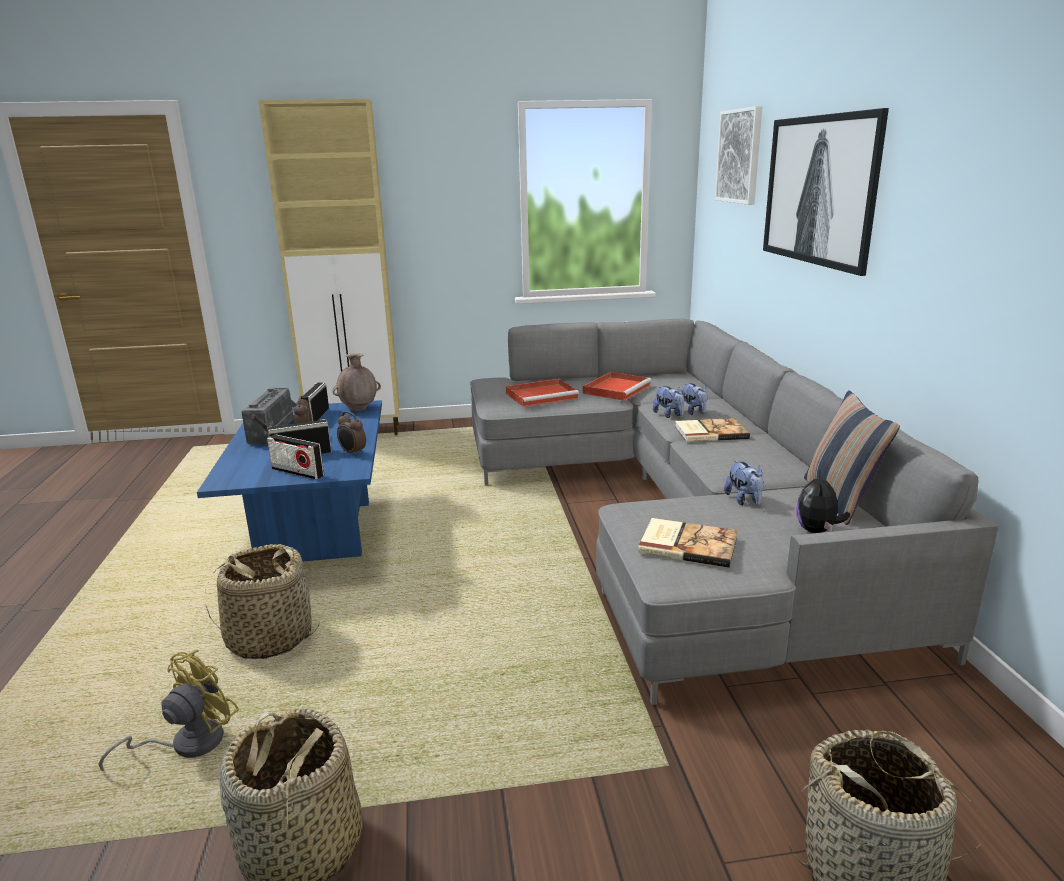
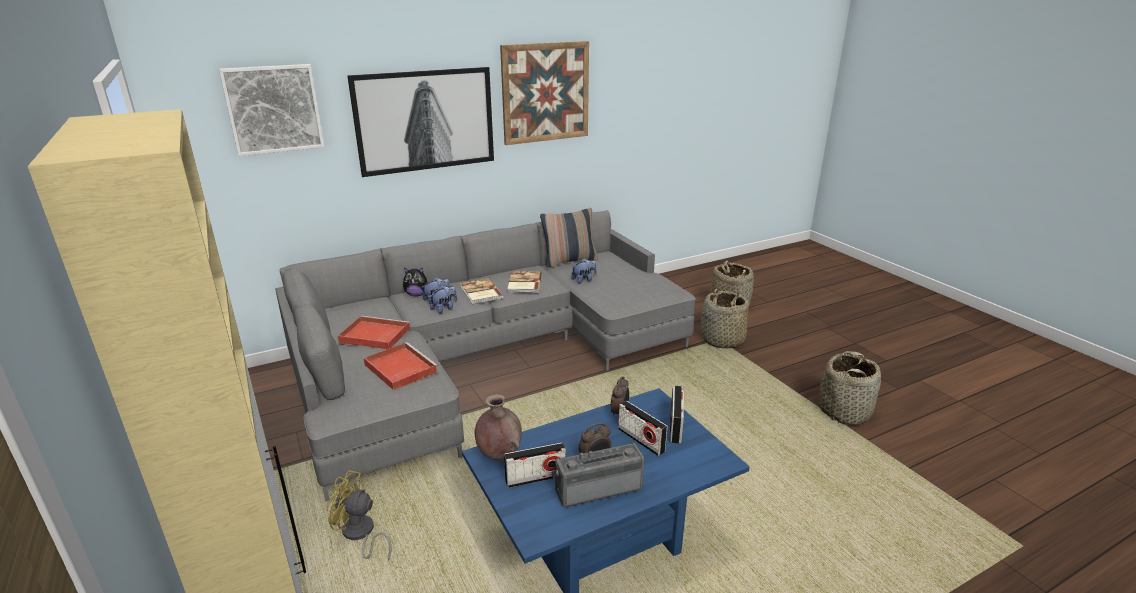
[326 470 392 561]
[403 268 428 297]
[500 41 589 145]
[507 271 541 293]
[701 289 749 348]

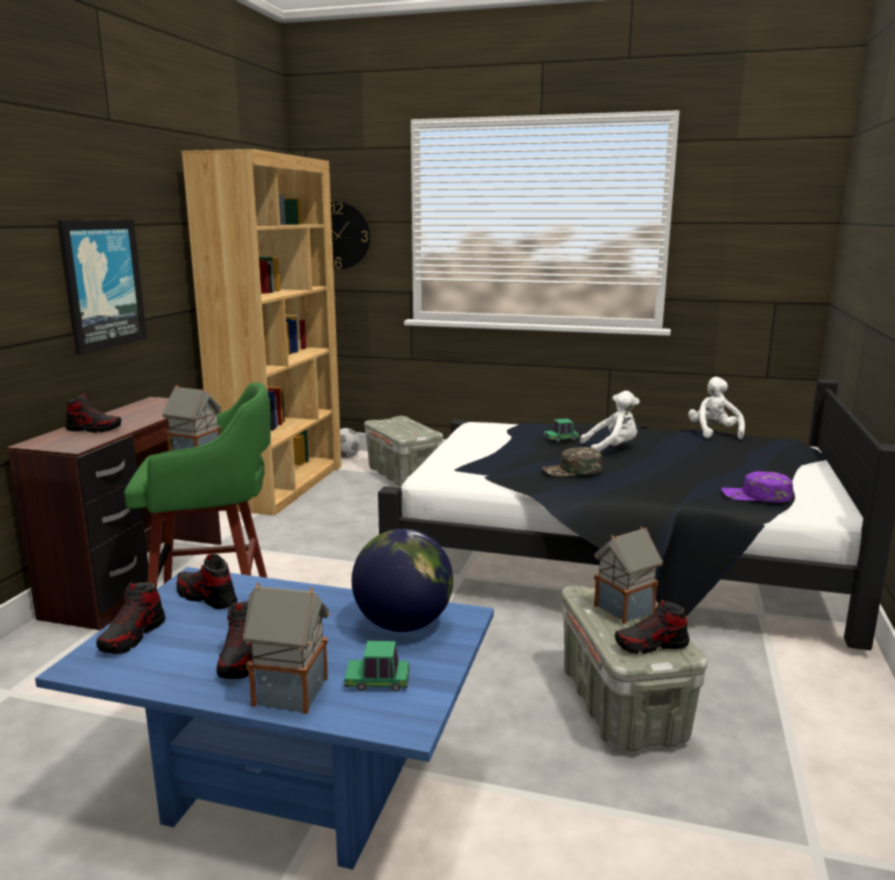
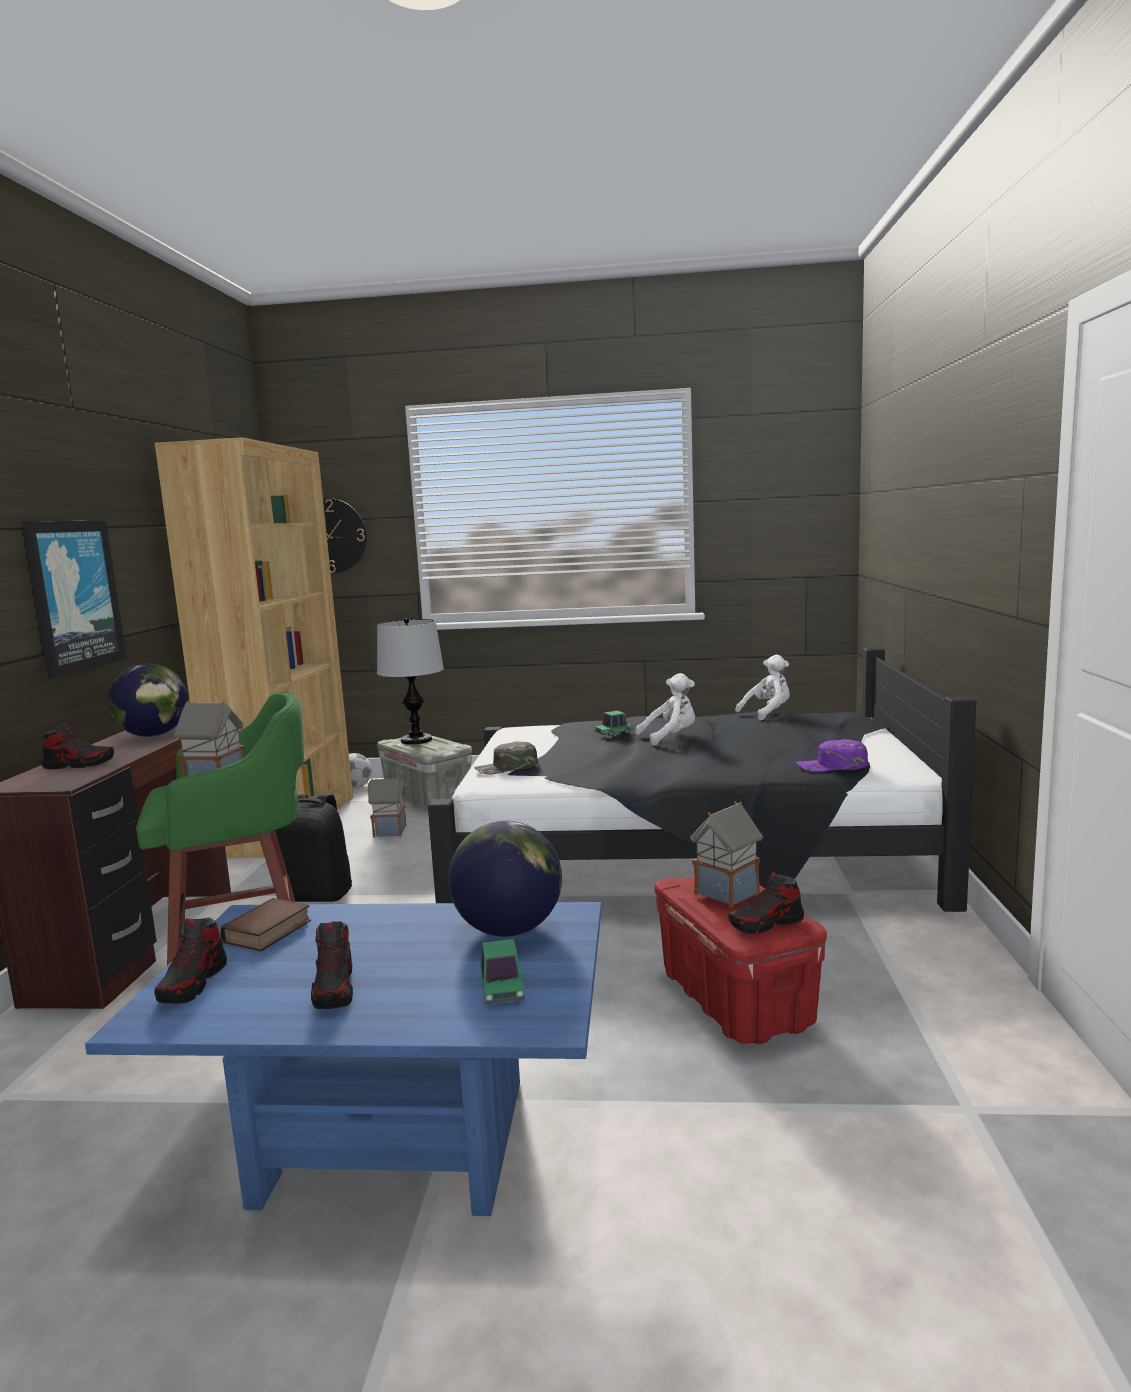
[107 664 188 737]
[220 898 311 952]
[275 794 352 902]
[368 777 406 837]
[377 618 444 744]
[474 741 538 775]
[479 939 526 1005]
[655 877 827 1044]
[735 655 790 720]

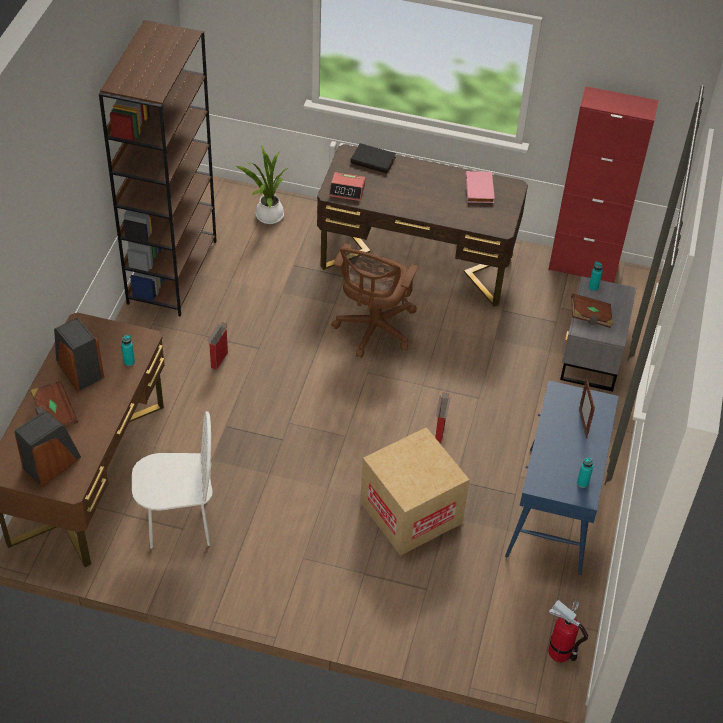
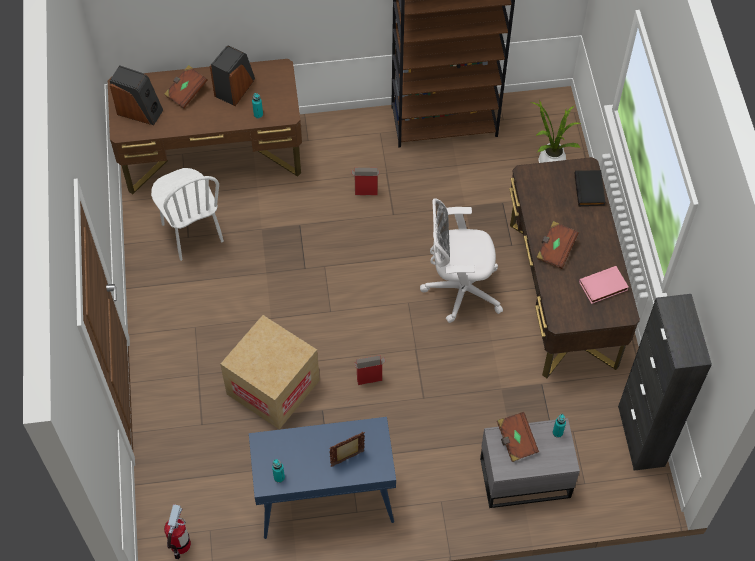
[420 198 503 323]
[536 221 579 269]
[618 294 712 471]
[329 172 365 201] (first image)

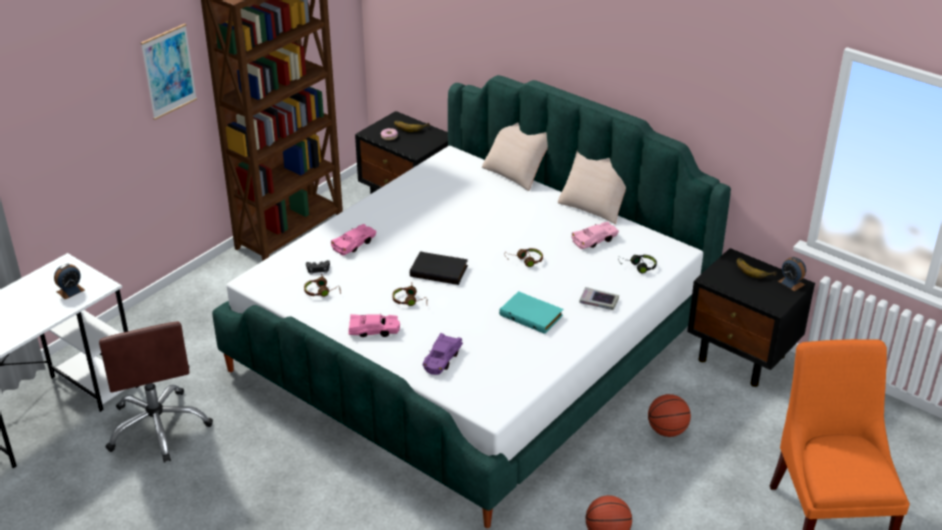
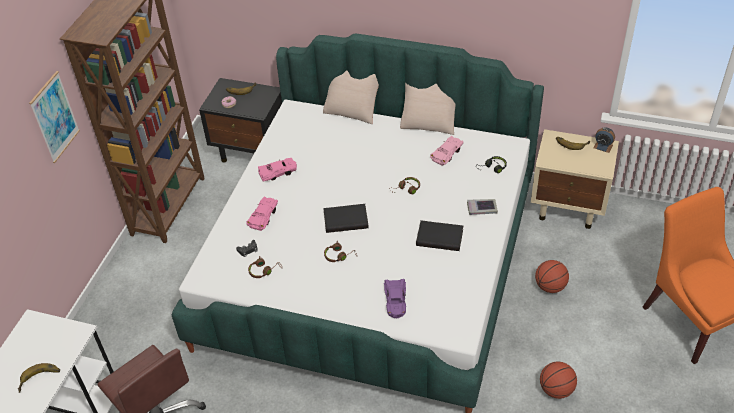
[18 363 60 393]
[258 158 297 181]
[416 220 463 251]
[531 129 619 229]
[54 264 85 299] (first image)

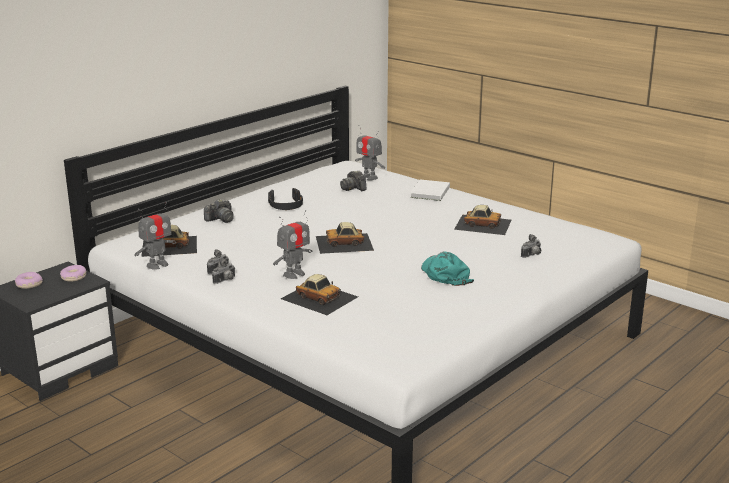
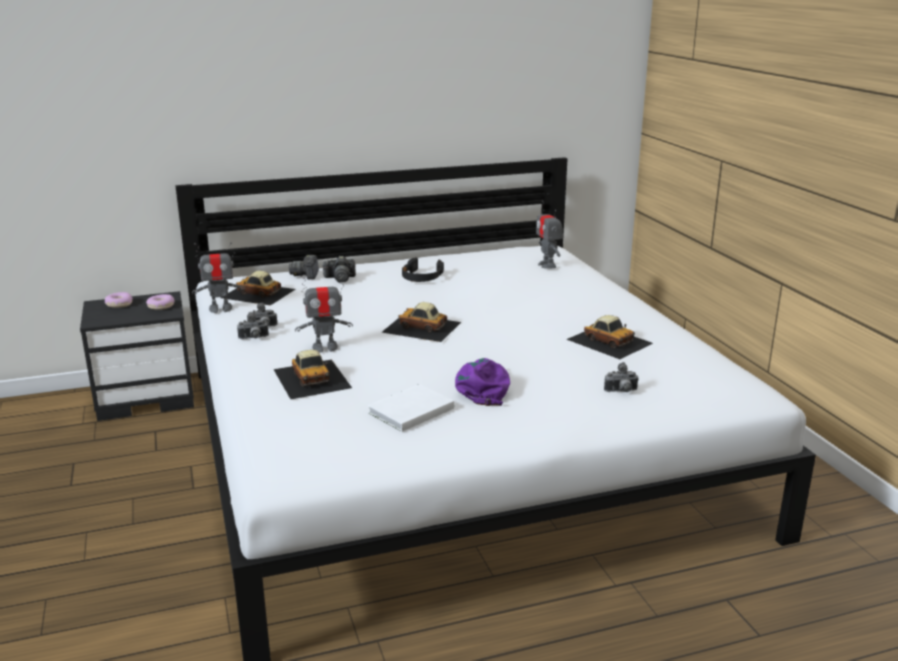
[289 255 319 280]
[368 384 454 432]
[455 358 510 406]

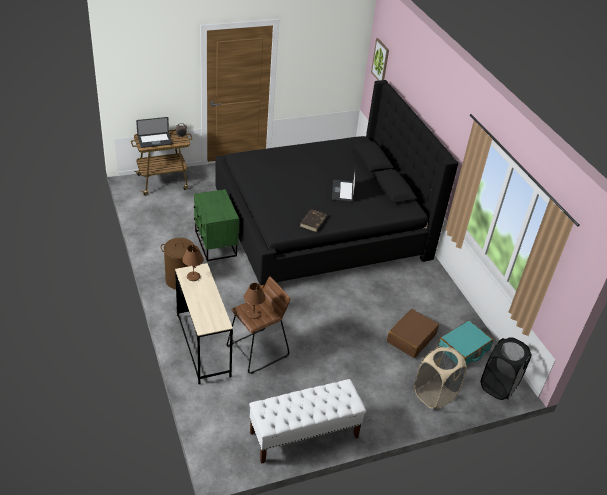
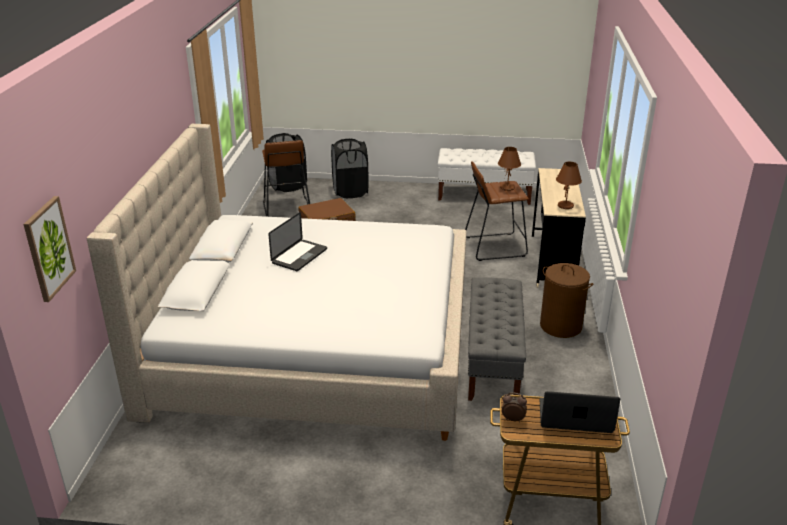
[87 124 467 441]
[262 140 310 217]
[331 138 369 198]
[468 277 526 401]
[300 209 327 232] (first image)

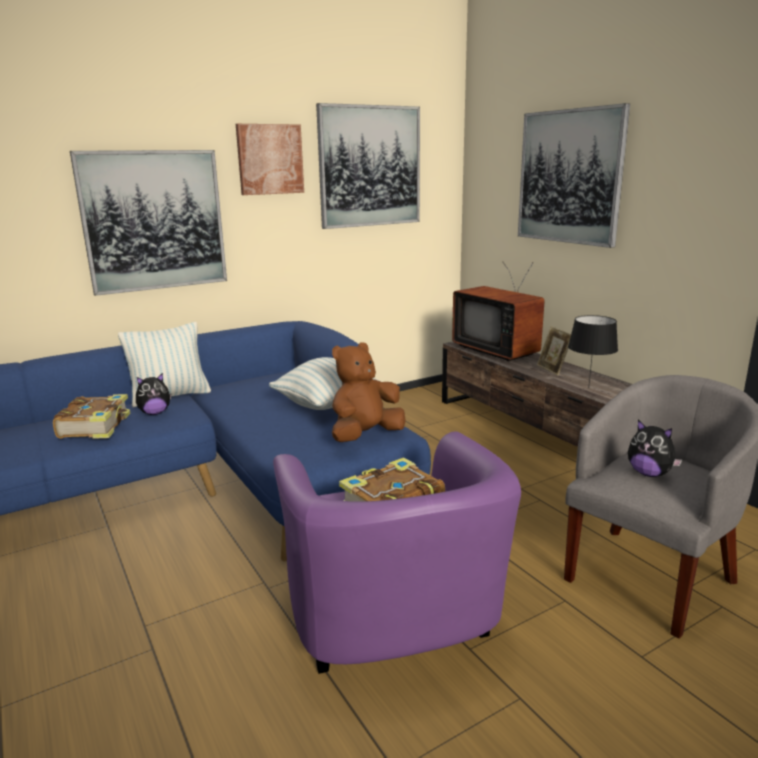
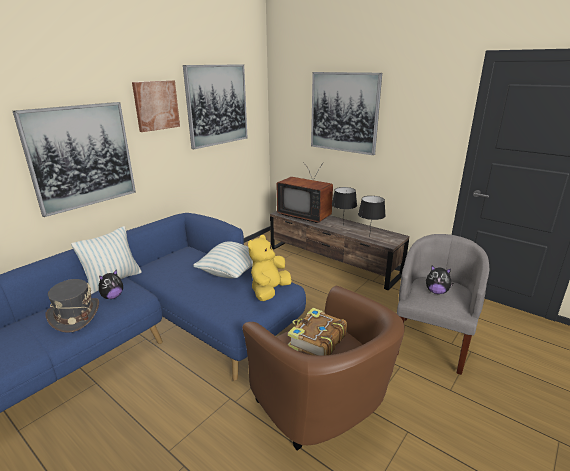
[46 279 99 333]
[242 286 405 450]
[248 235 292 301]
[332 187 357 222]

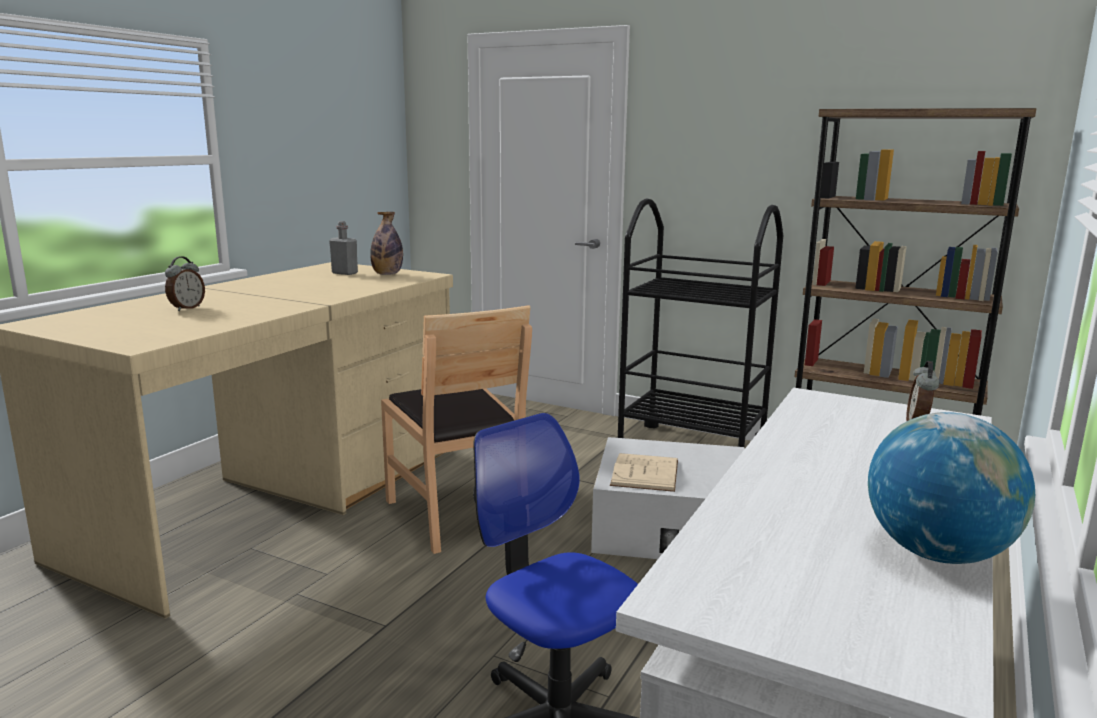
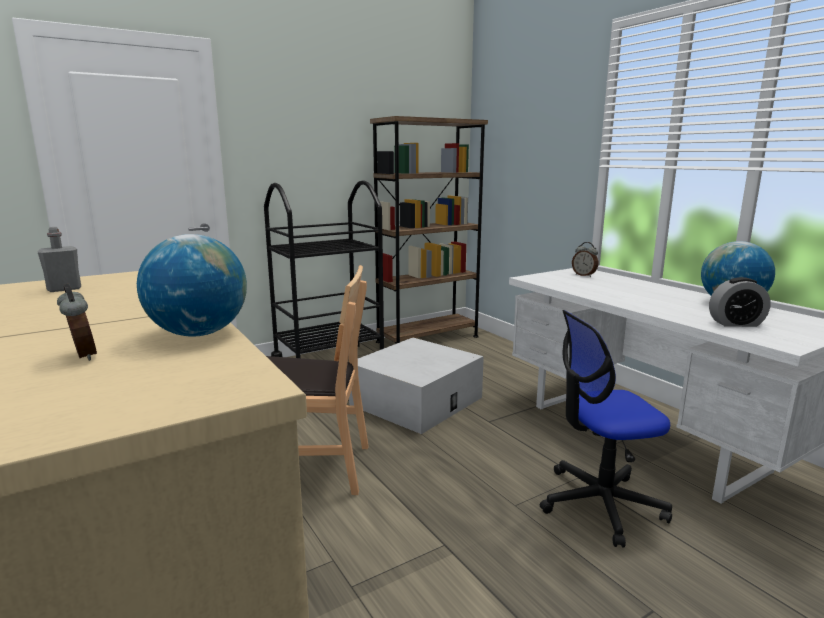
[137 234 247 336]
[709 277 771 327]
[370 212 403 275] (first image)
[610 453 678 492] (first image)

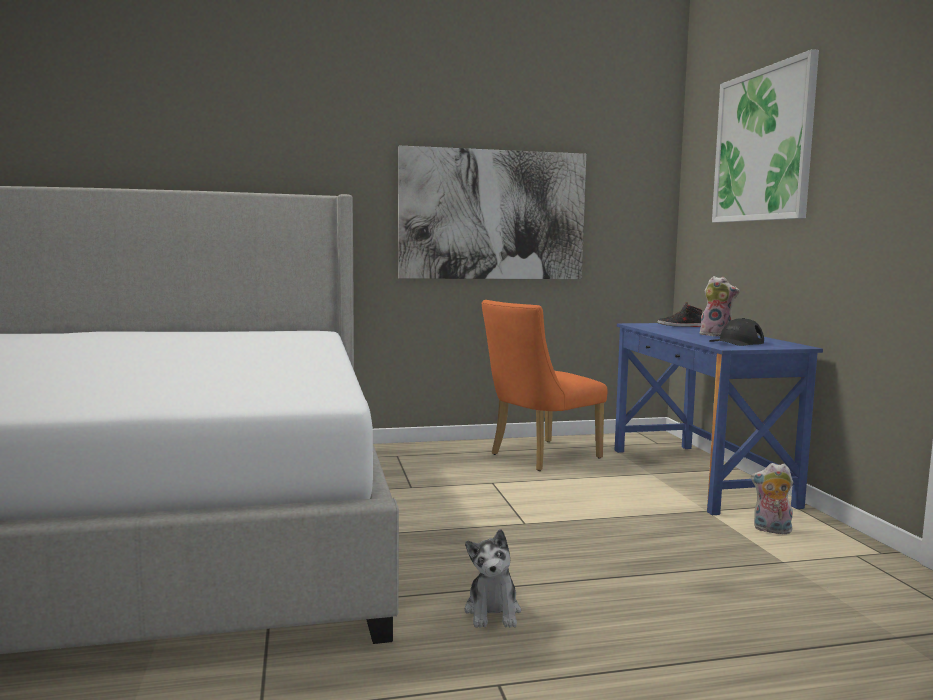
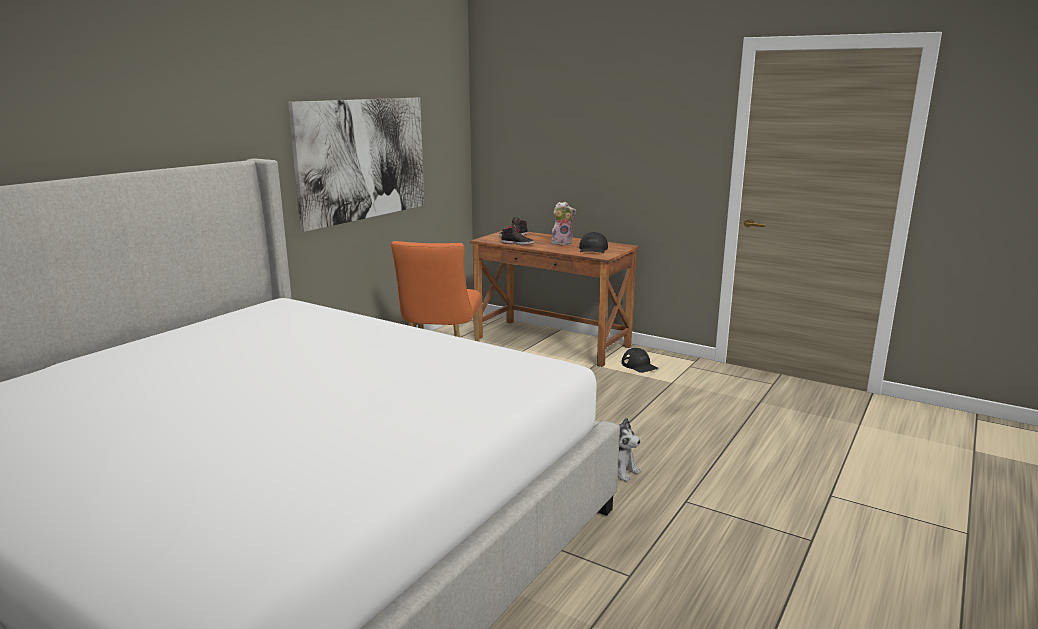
[470 231 640 367]
[501 224 534 245]
[622 348 658 373]
[712 49 819 223] (first image)

